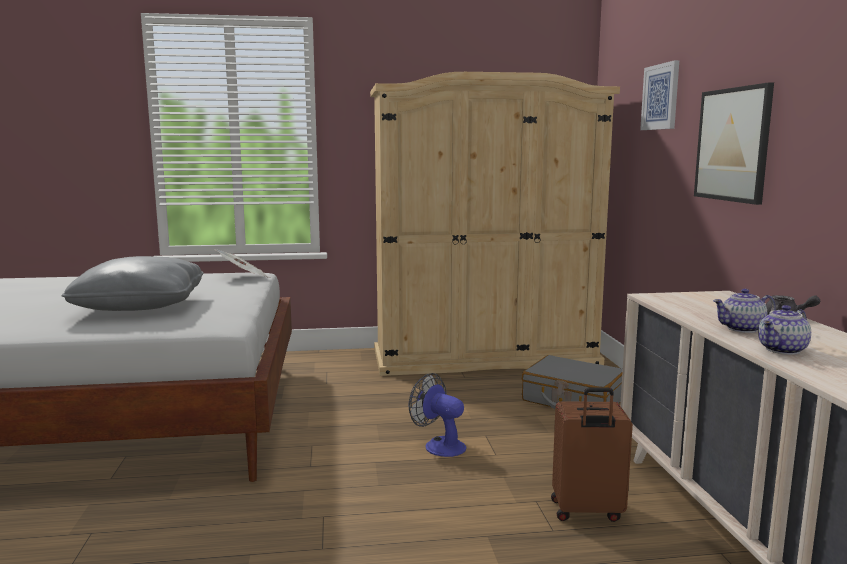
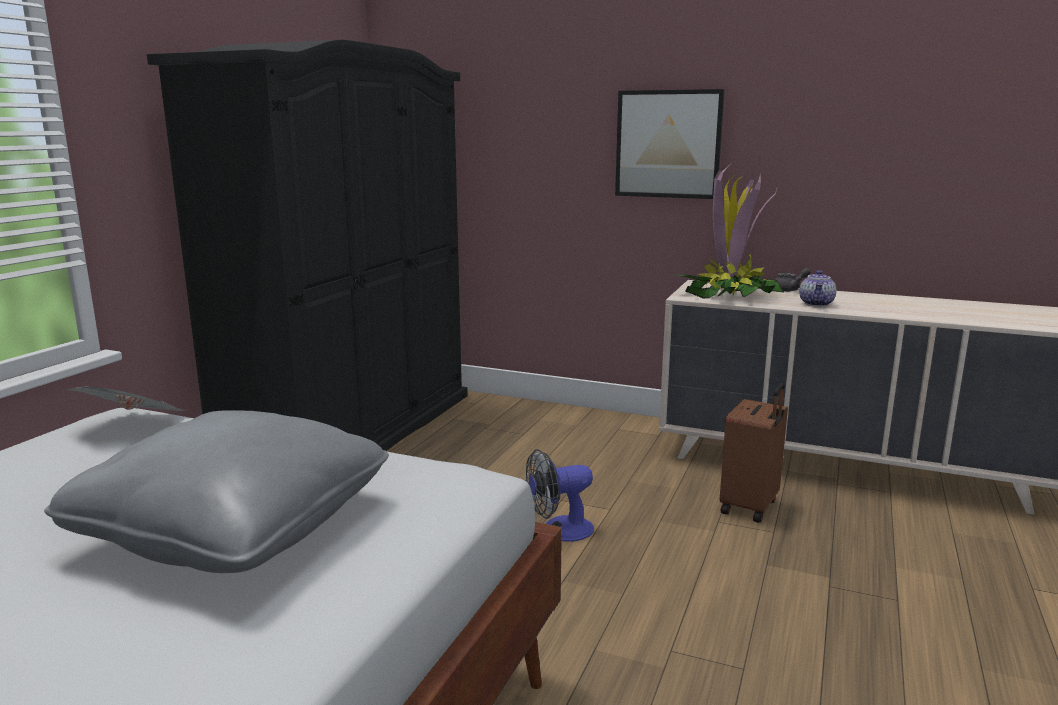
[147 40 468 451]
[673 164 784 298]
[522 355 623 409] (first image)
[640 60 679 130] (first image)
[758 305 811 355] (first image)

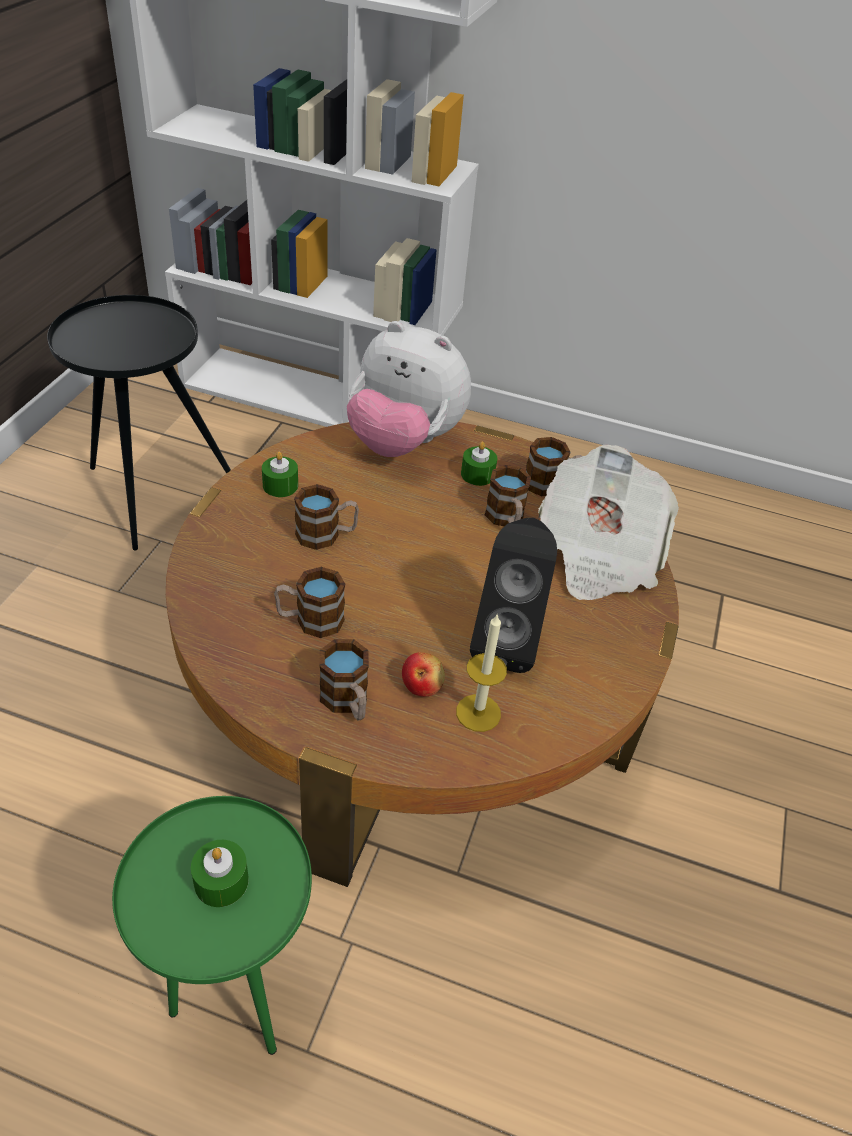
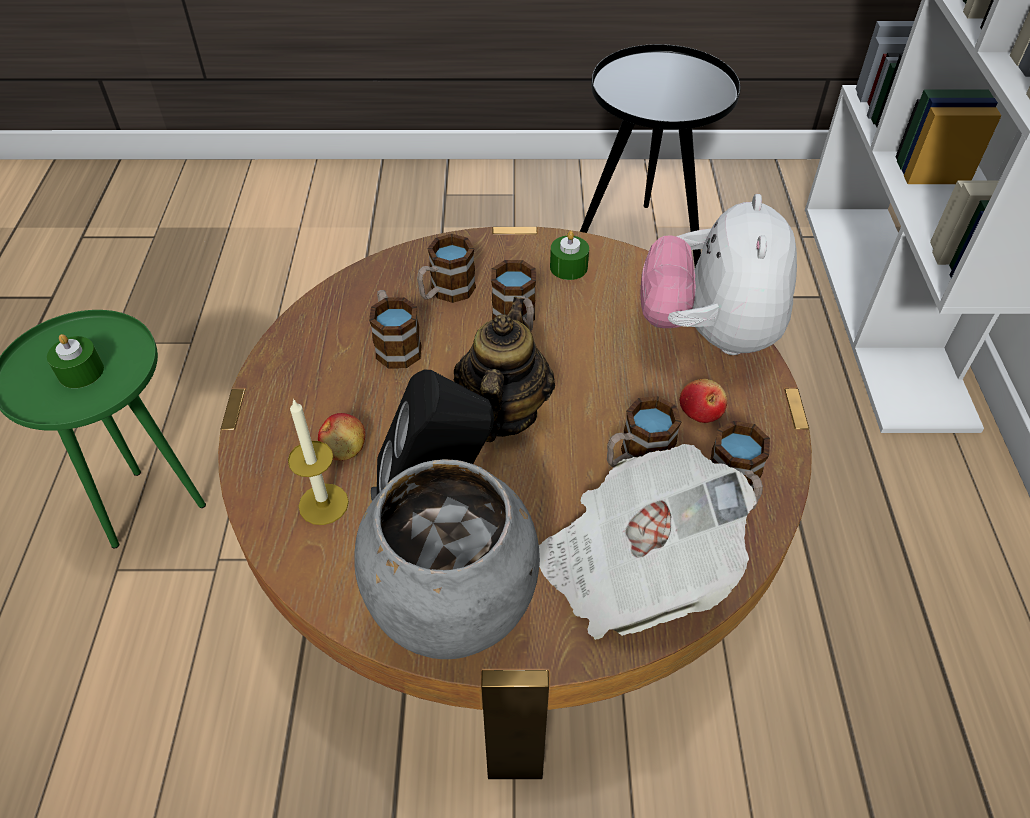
[354 459 540 659]
[417 234 476 303]
[454 297 555 442]
[680 379 727 423]

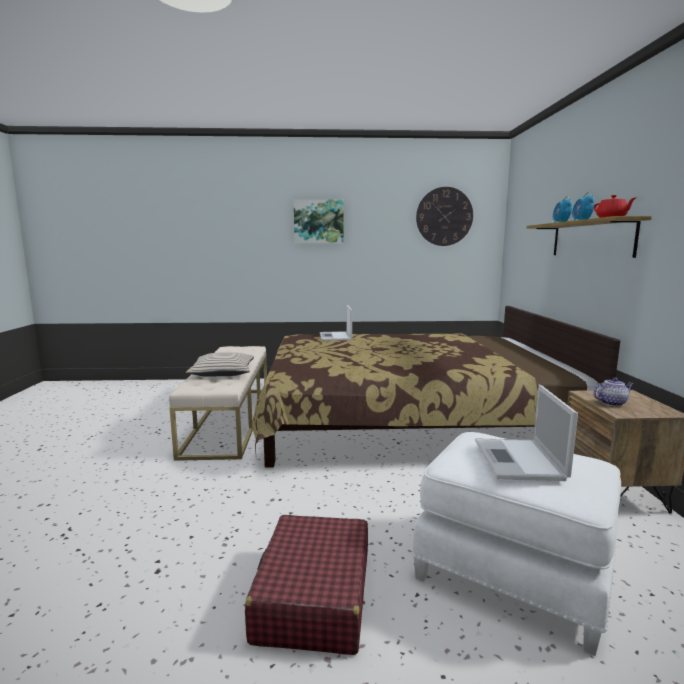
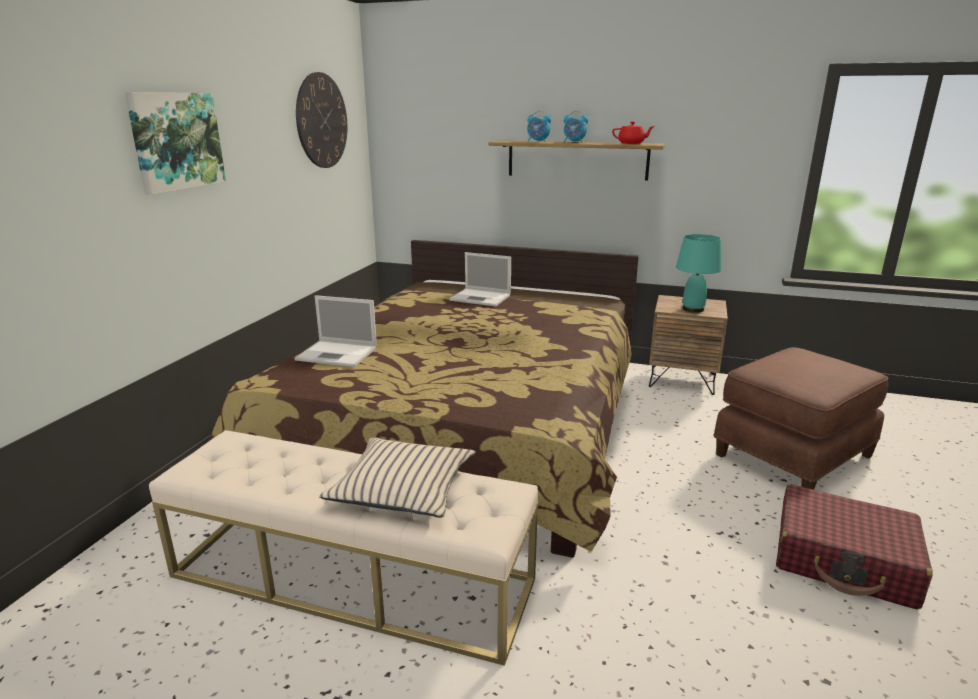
[449 252 511 306]
[676 234 722 313]
[713 347 889 490]

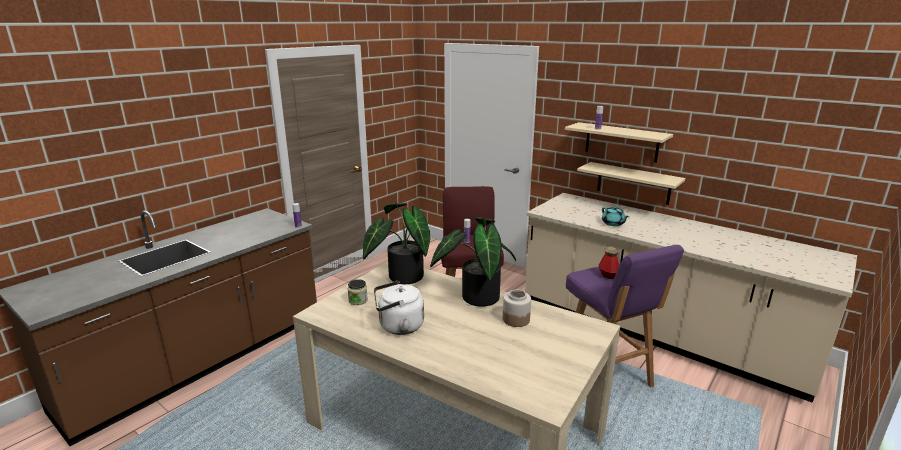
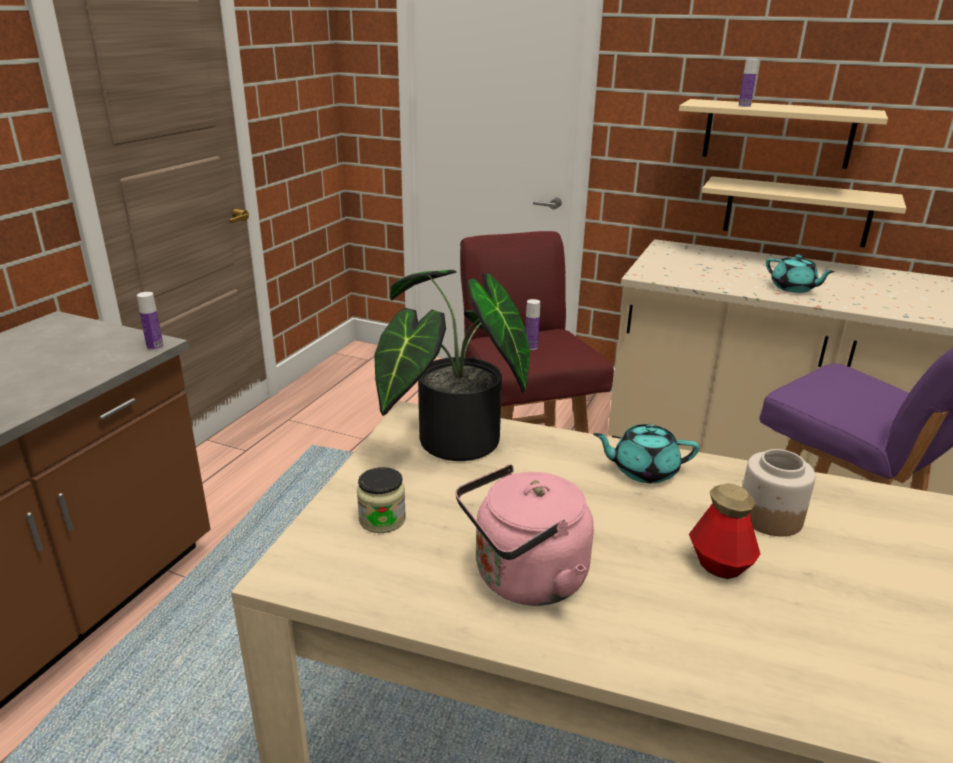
[456 464 594 606]
[593 424 699 483]
[689 483 760 579]

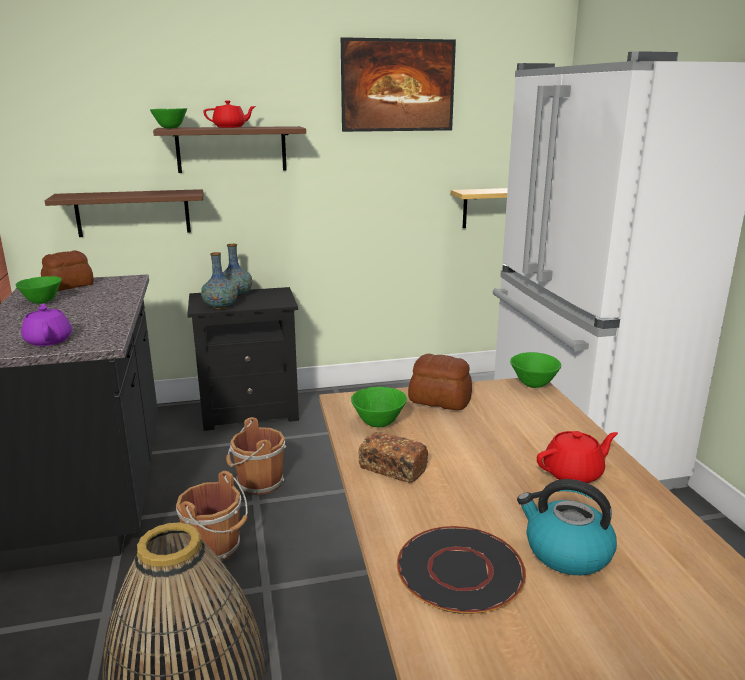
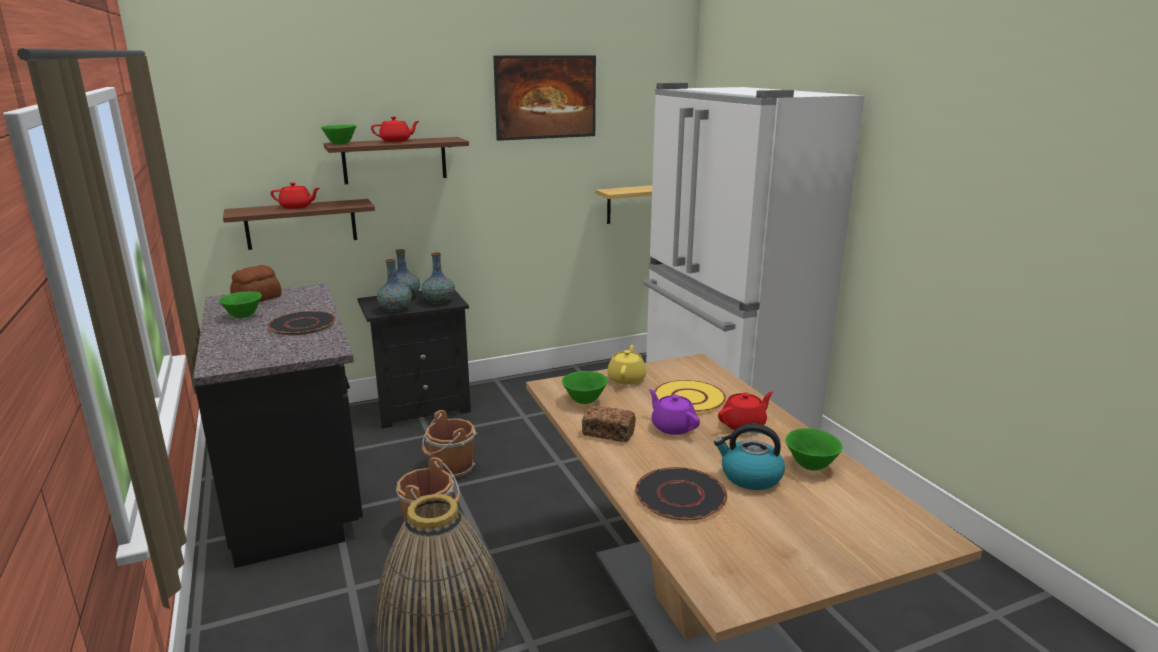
[268 311 336 335]
[270 182 320 209]
[421 252 455 304]
[607 345 646 385]
[649 389 700 435]
[654 380 726 413]
[785 428 843 471]

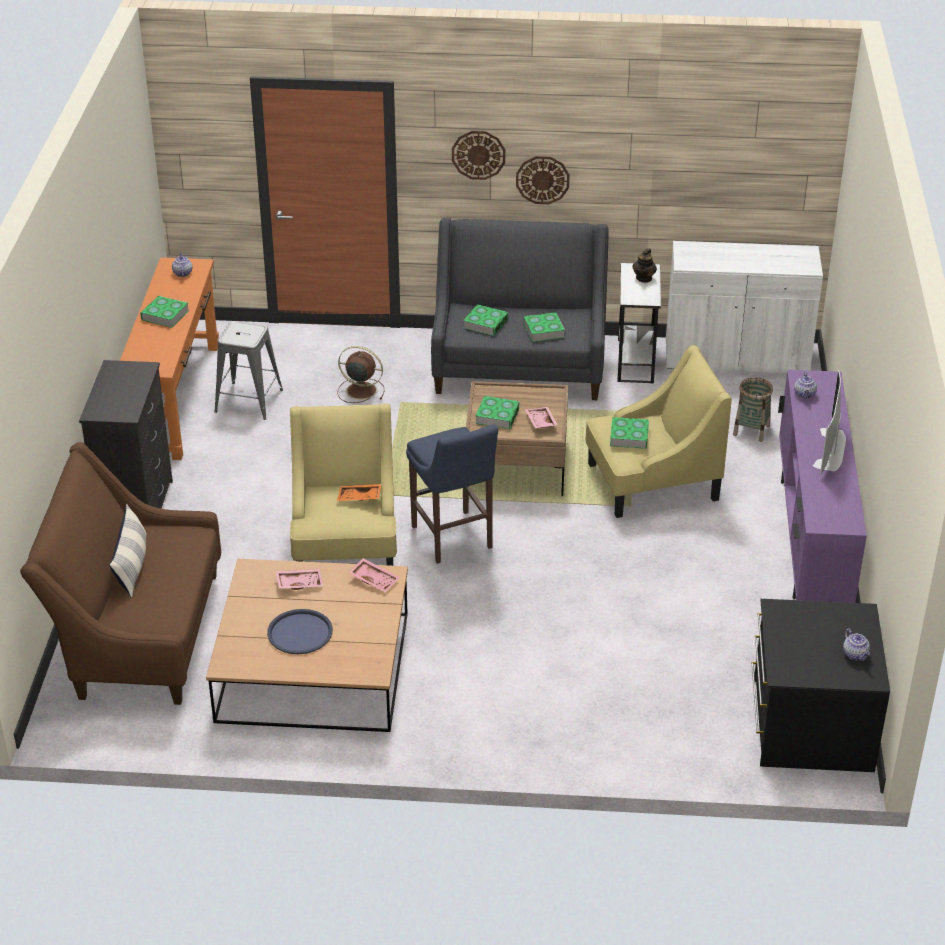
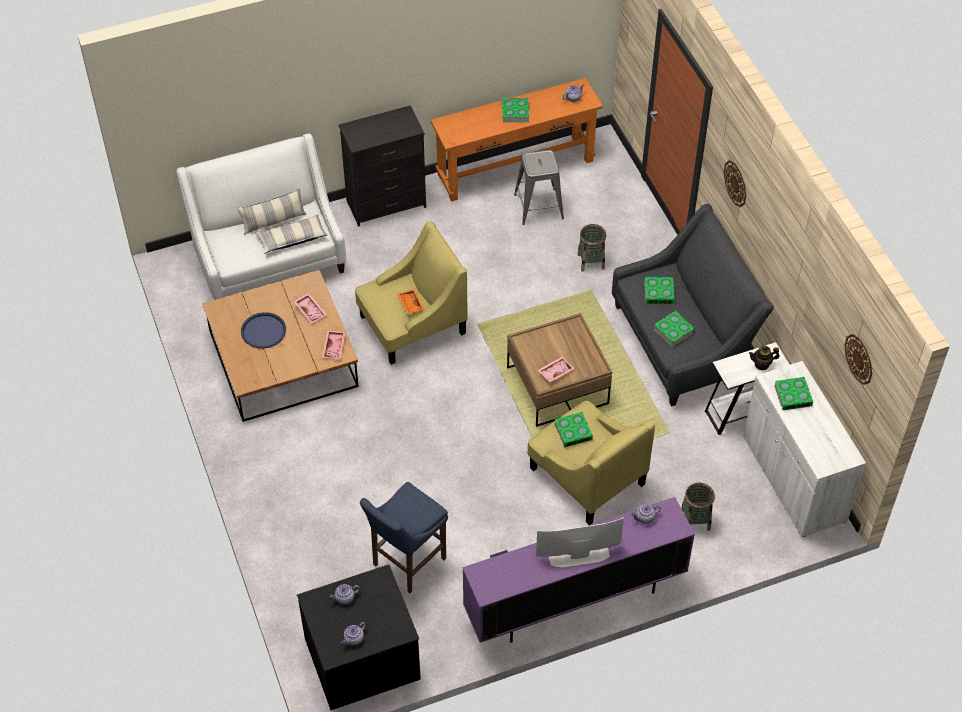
[176 134 346 300]
[255 214 328 254]
[329 584 360 605]
[360 482 448 593]
[577 224 606 272]
[774 377 813 410]
[844 334 872 385]

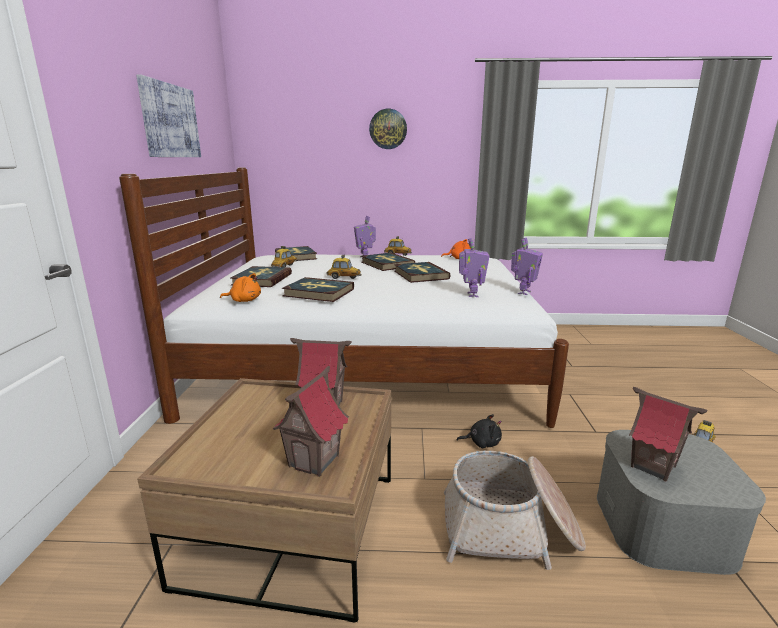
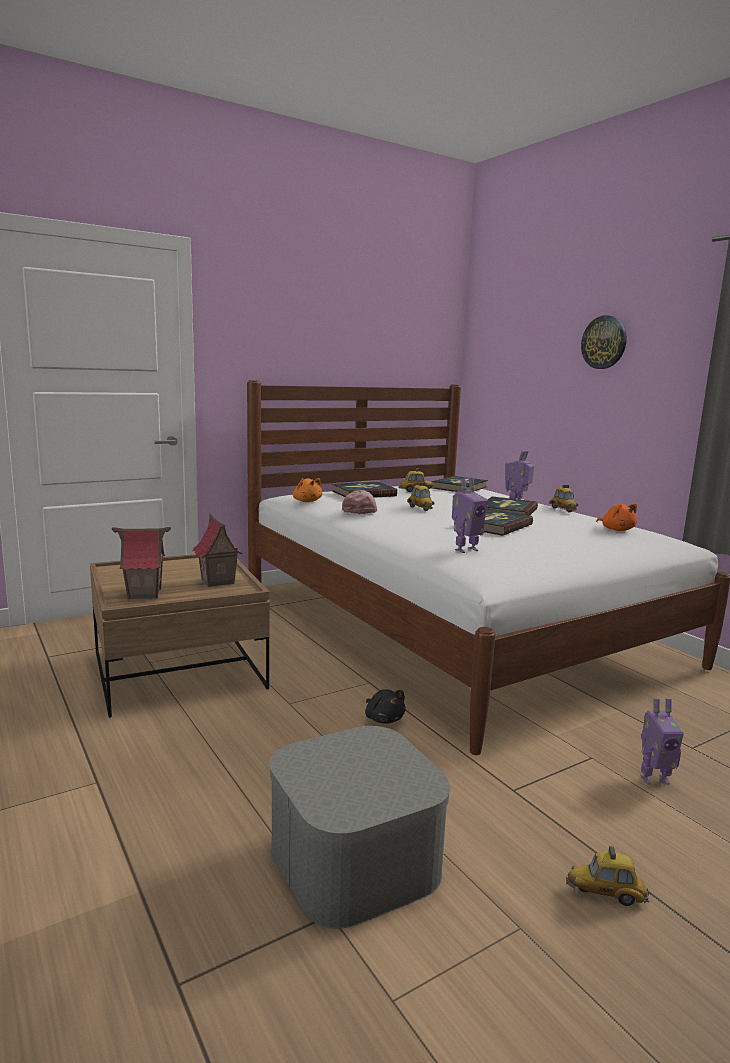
[342 490 377 514]
[640 698 684 785]
[136 75 201 157] (first image)
[444 451 586 570] (first image)
[629 387 707 481] (first image)

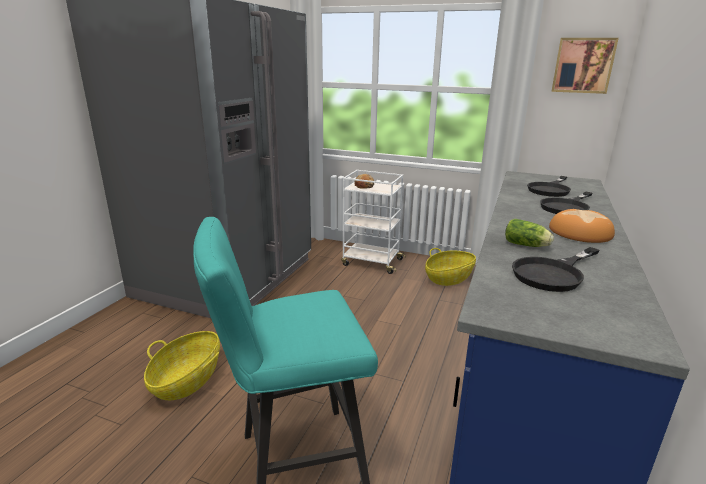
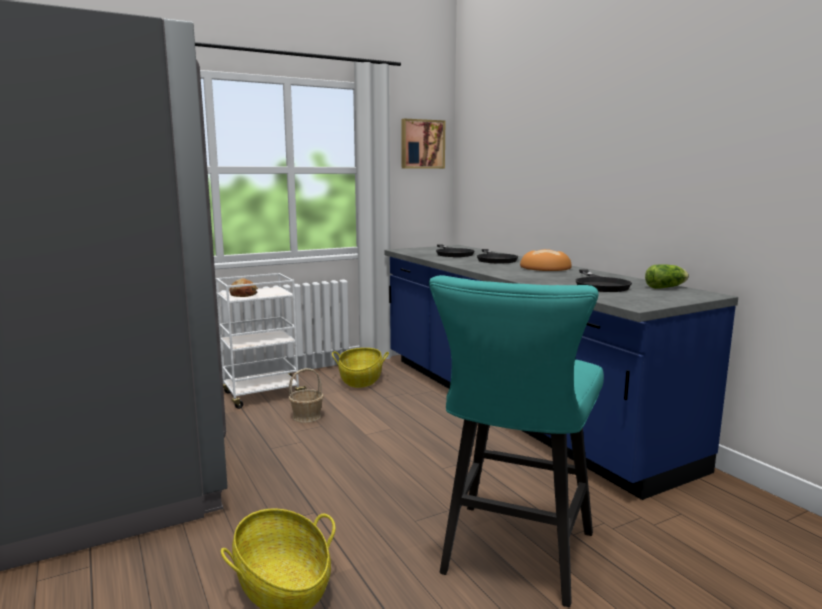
[289 368 324 423]
[645 264 689 289]

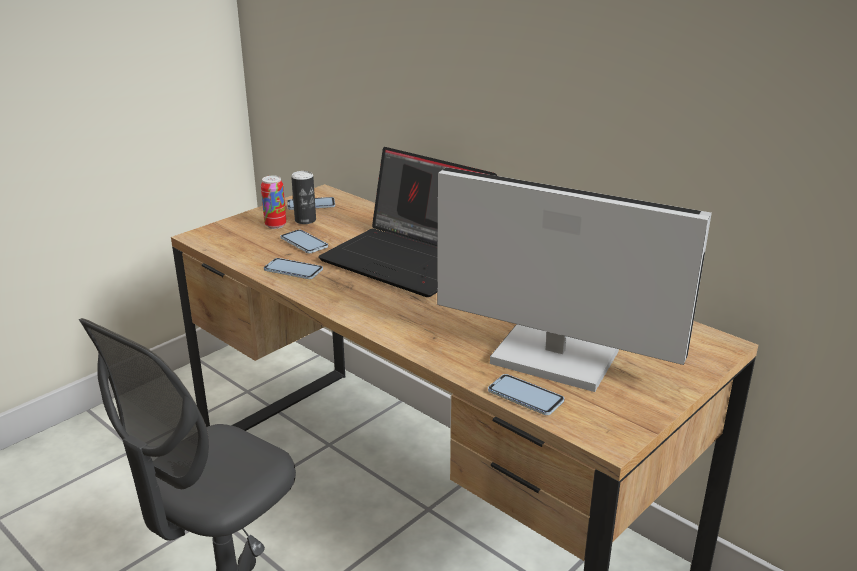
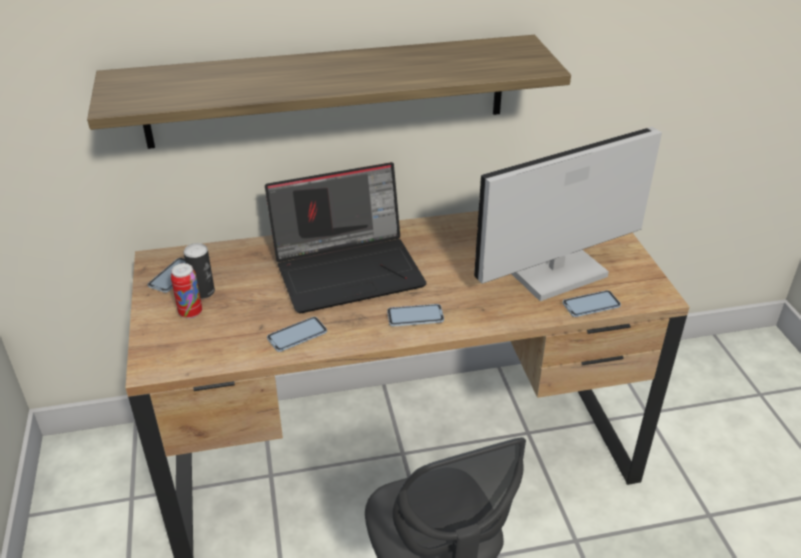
[87 35 571 149]
[387 304 444 326]

